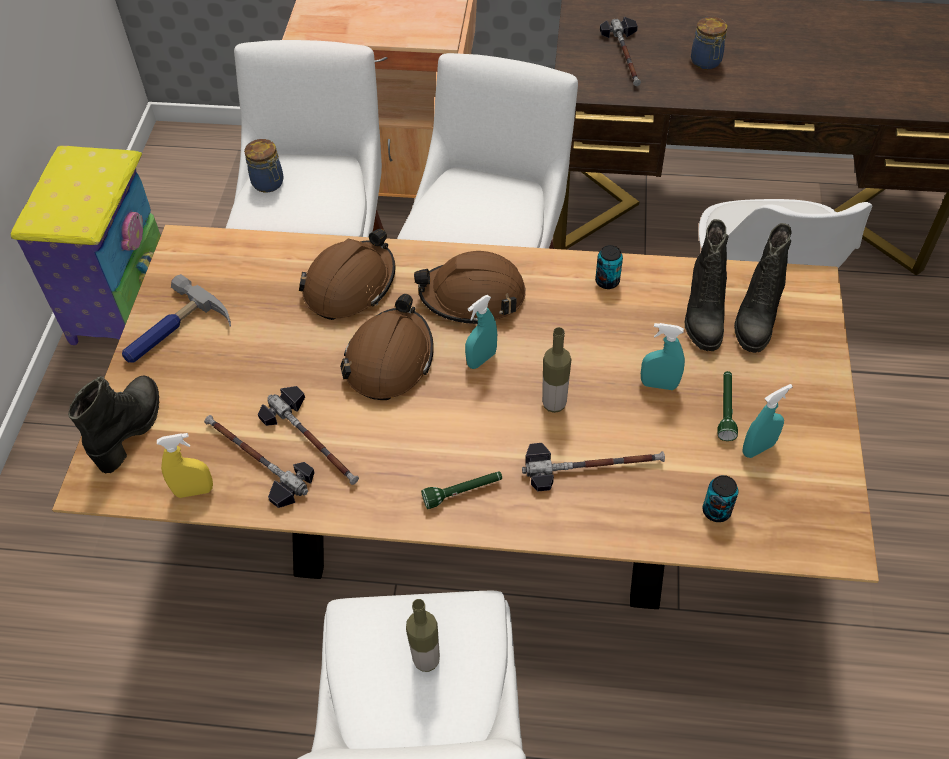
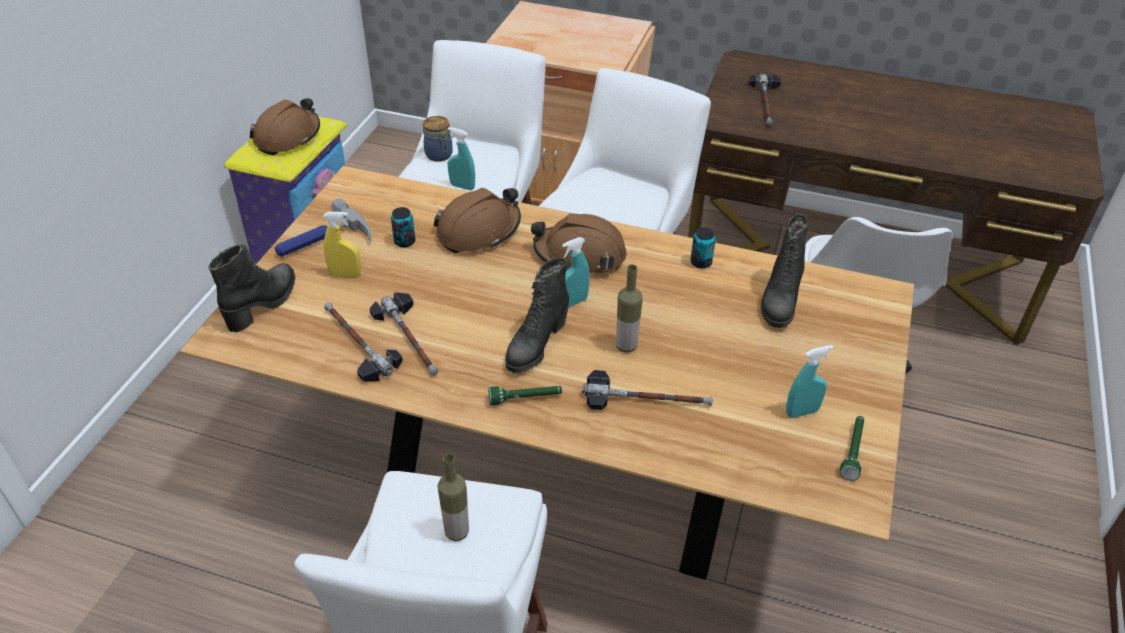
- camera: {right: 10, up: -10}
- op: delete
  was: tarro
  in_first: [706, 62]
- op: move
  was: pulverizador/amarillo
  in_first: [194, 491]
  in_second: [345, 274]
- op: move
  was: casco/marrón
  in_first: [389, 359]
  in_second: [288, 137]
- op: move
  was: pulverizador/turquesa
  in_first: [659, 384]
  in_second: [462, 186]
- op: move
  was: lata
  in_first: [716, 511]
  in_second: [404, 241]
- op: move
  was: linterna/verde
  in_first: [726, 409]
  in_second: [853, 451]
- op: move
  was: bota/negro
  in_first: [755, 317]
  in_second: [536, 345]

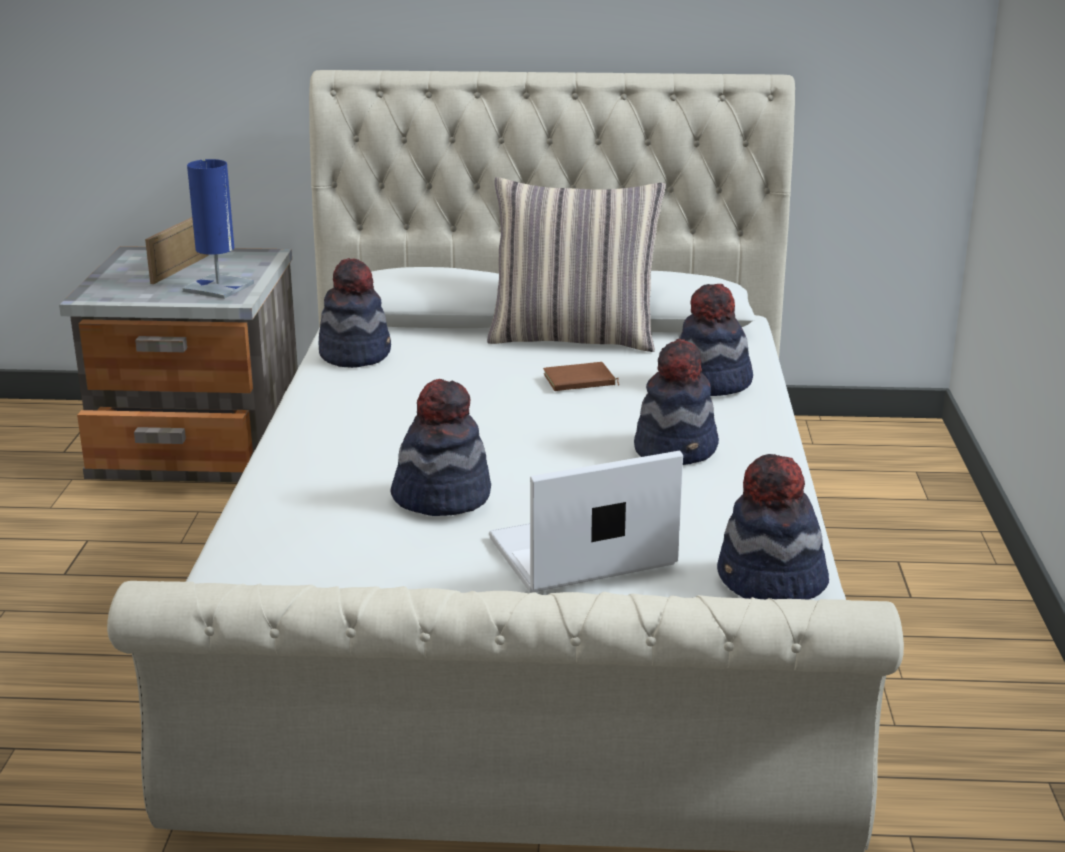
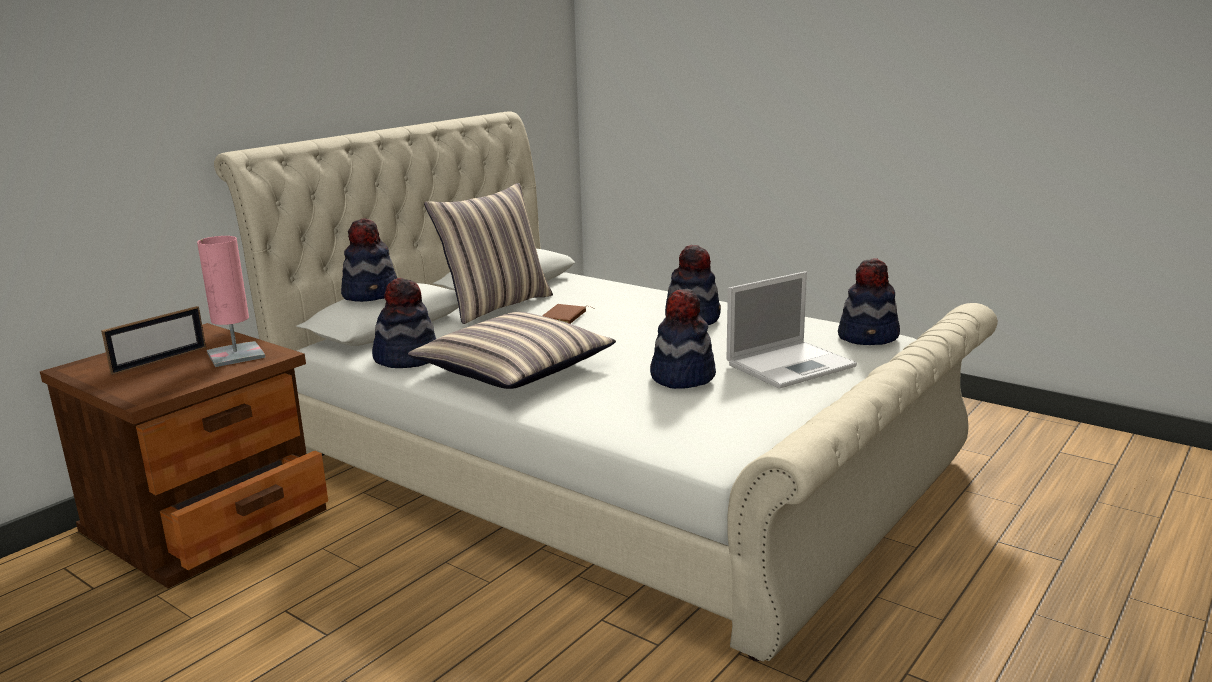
- camera: {right: -55, up: -5}
- op: insert
  now: cojín
  in_second: [514, 369]
- op: move
  was: sombrero
  in_first: [711, 384]
  in_second: [372, 294]
- op: recolor
  was: mesita de noche/gris
  now: mesita de noche/marrón
  in_first: [198, 447]
  in_second: [212, 522]
- op: recolor
  was: lámpara de mesa/azul
  now: lámpara de mesa/rosa
  in_first: [218, 287]
  in_second: [236, 355]
- op: rotate
  was: portarretratos
  in_first: [180, 269]
  in_second: [159, 360]
  clockwise: -105
- op: rotate
  was: portátil
  in_first: [578, 553]
  in_second: [792, 365]
  clockwise: -135

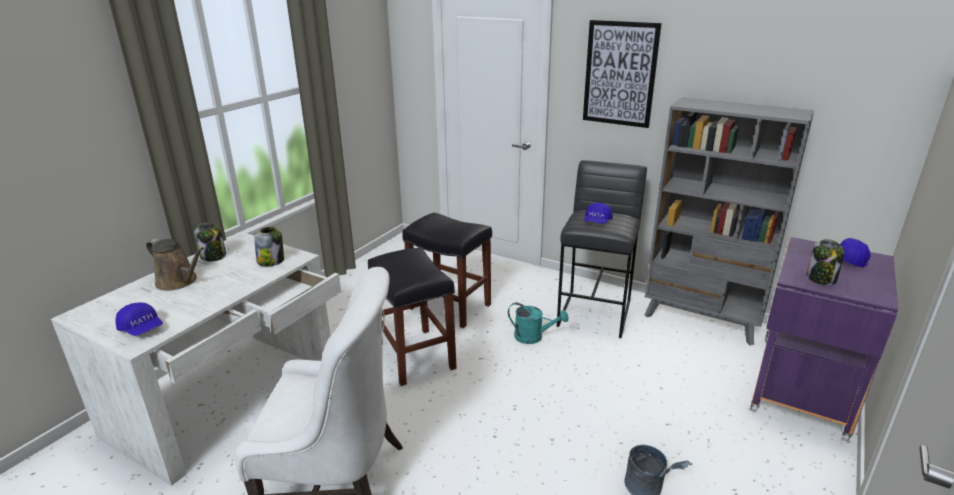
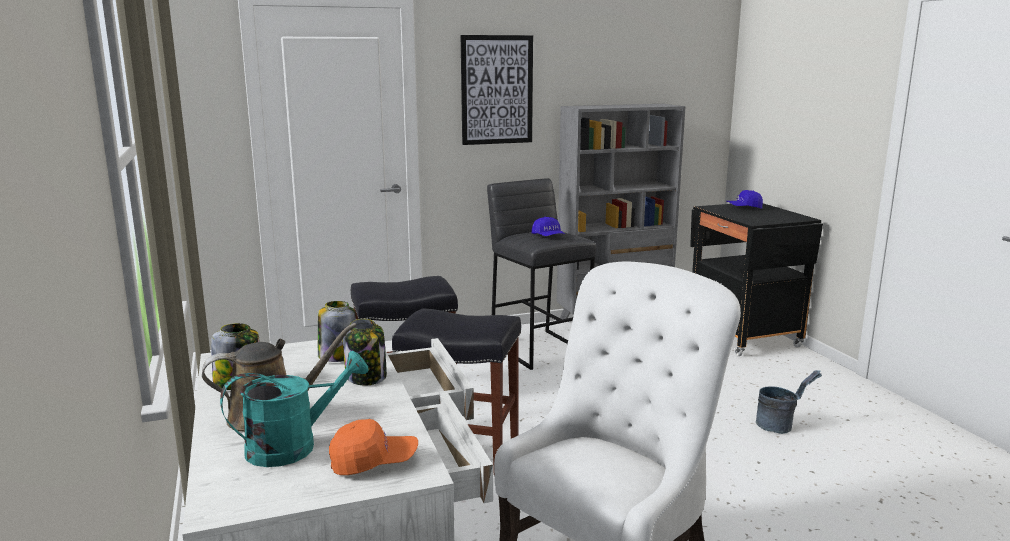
- camera: {right: -50, up: -10}
- op: move
  was: regadera/turquesa
  in_first: [533, 337]
  in_second: [294, 446]
- op: move
  was: tarro
  in_first: [821, 278]
  in_second: [366, 377]
- op: recolor
  was: gorra/azul
  now: gorra/naranja
  in_first: [142, 329]
  in_second: [373, 462]
- op: recolor
  was: carrito/morado
  now: carrito/negro
  in_first: [801, 398]
  in_second: [744, 338]

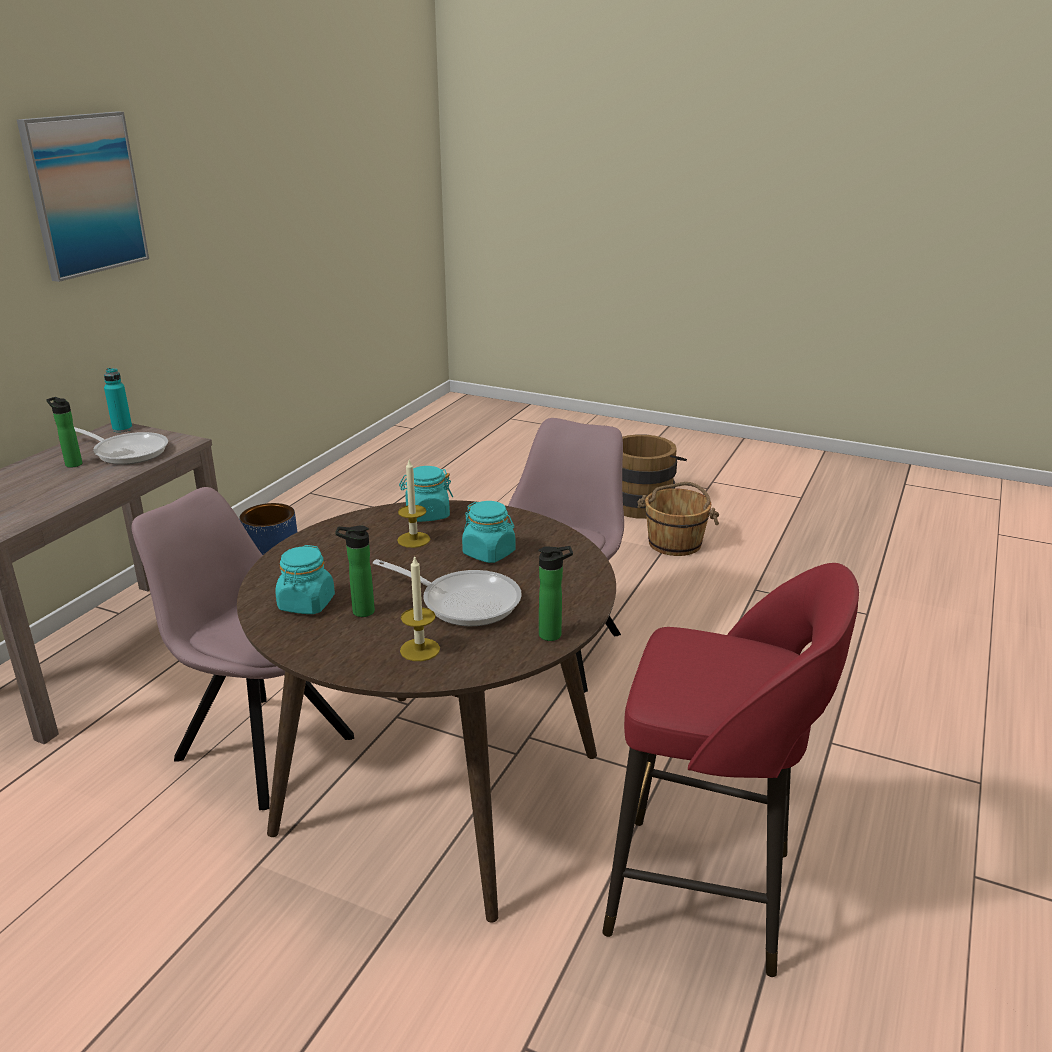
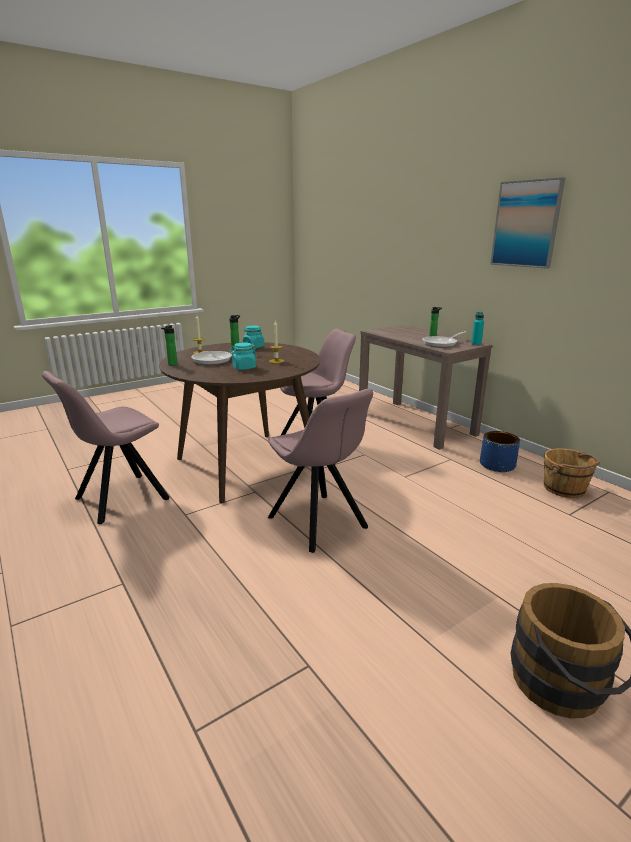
- camera: {right: 120, up: -5}
- op: delete
  was: tarro/turquesa
  in_first: [427, 514]
- op: move
  was: cubo/marrón
  in_first: [675, 543]
  in_second: [564, 488]
- op: replace
  was: taburete/rojo
  now: silla/rosa
  in_first: [706, 894]
  in_second: [121, 498]

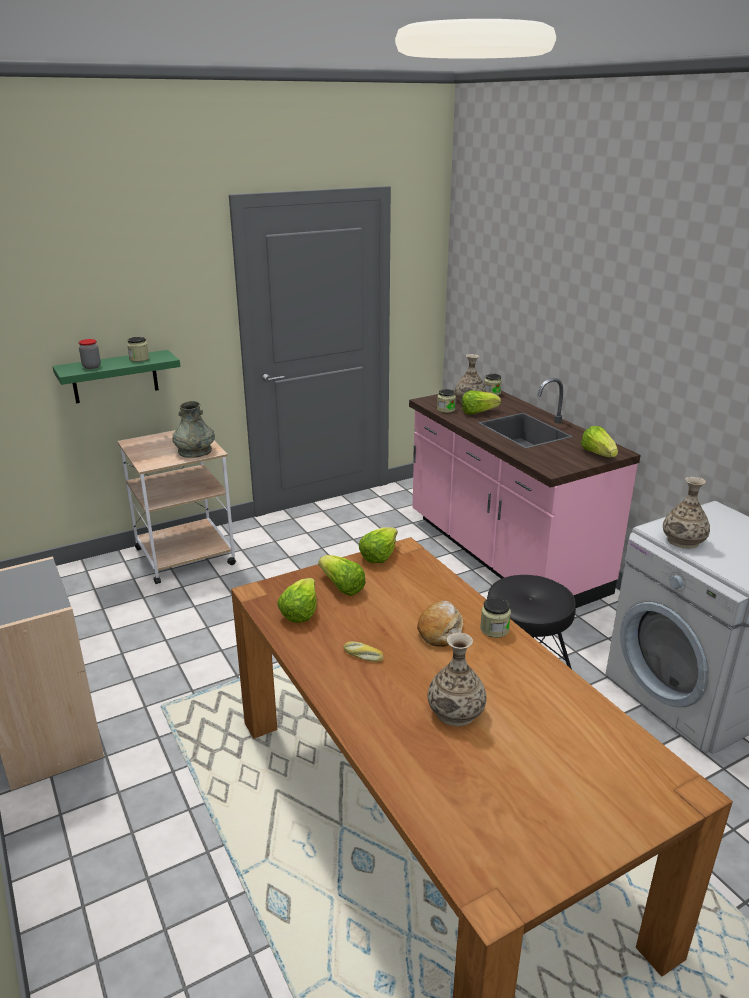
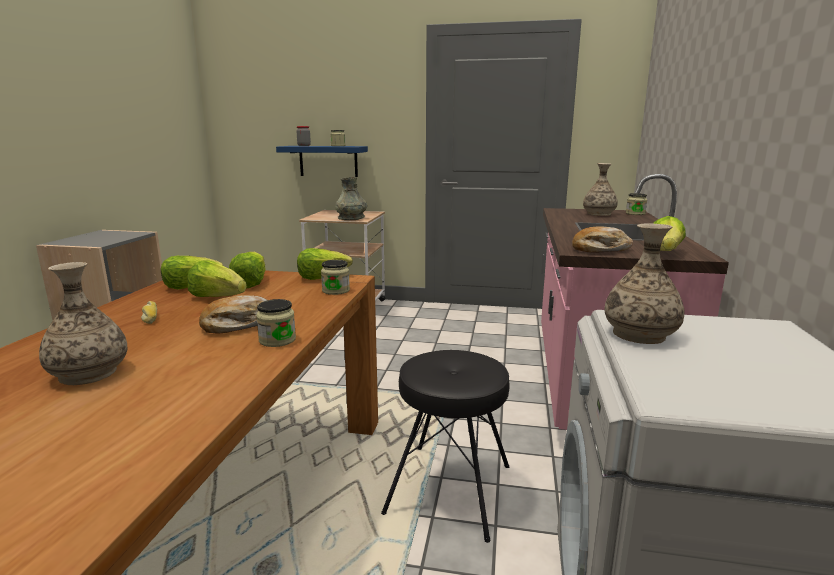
- camera: {right: 40, up: -10}
- op: insert
  now: pan
  in_second: [600, 249]
- op: move
  was: tarro
  in_first: [446, 410]
  in_second: [336, 290]
- op: move
  was: lechuga
  in_first: [478, 412]
  in_second: [217, 298]
- op: recolor
  was: estante/verde
  now: estante/azul
  in_first: [115, 377]
  in_second: [328, 161]

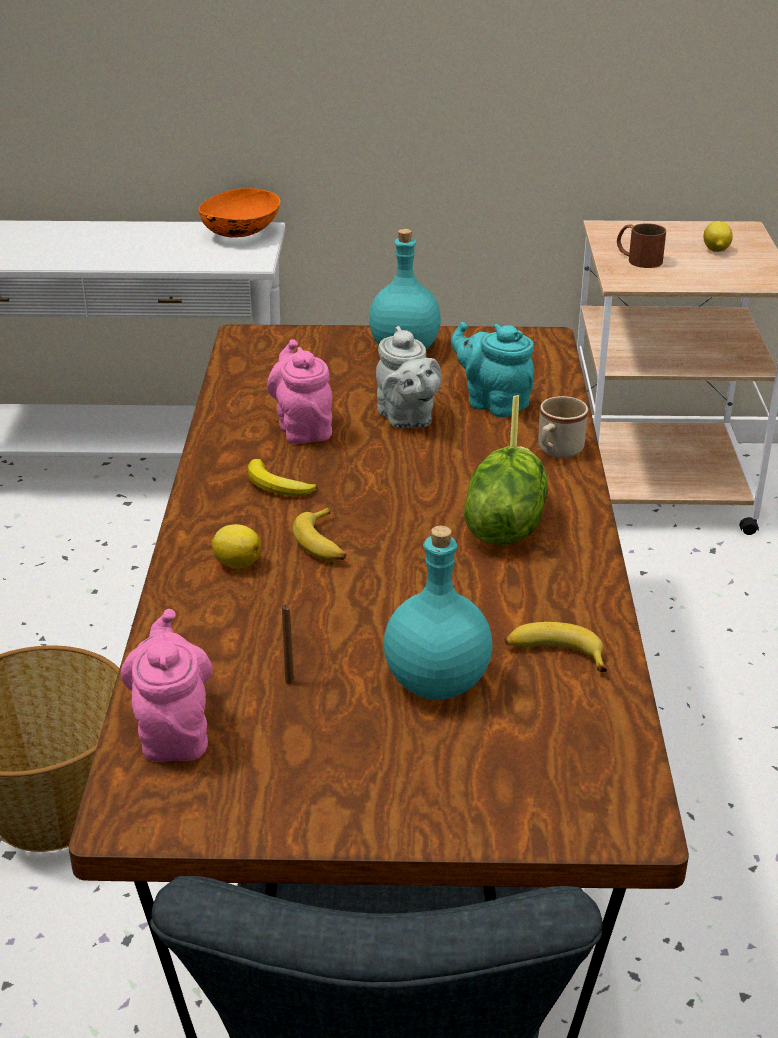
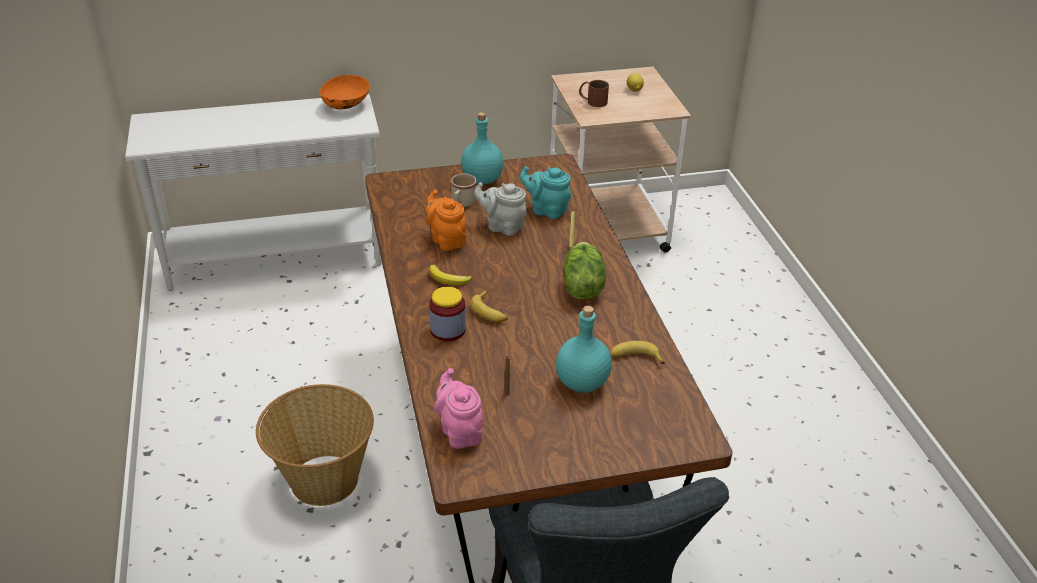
- camera: {right: -15, up: 5}
- op: move
  was: taza grande/beis
  in_first: [557, 451]
  in_second: [462, 203]
- op: replace
  was: limón
  now: tarro
  in_first: [236, 563]
  in_second: [448, 330]
- op: recolor
  was: tetera/rosa
  now: tetera/naranja
  in_first: [303, 428]
  in_second: [446, 240]
- op: rotate
  was: tetera/gris
  in_first: [407, 419]
  in_second: [502, 226]
  clockwise: 150

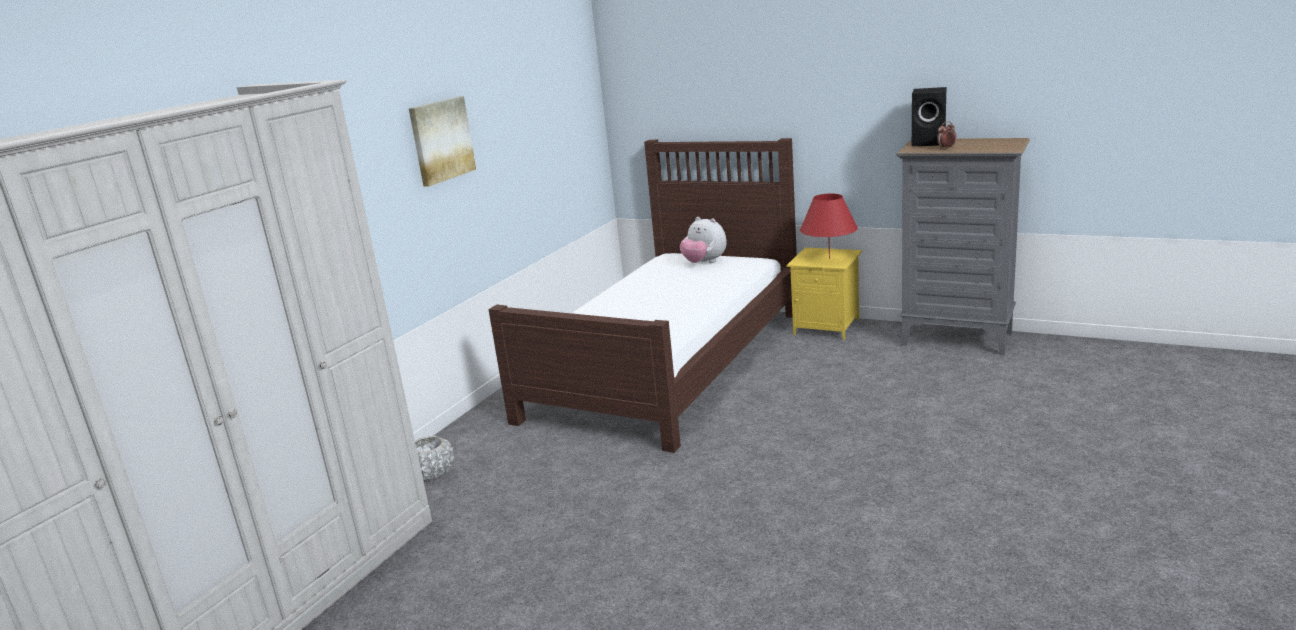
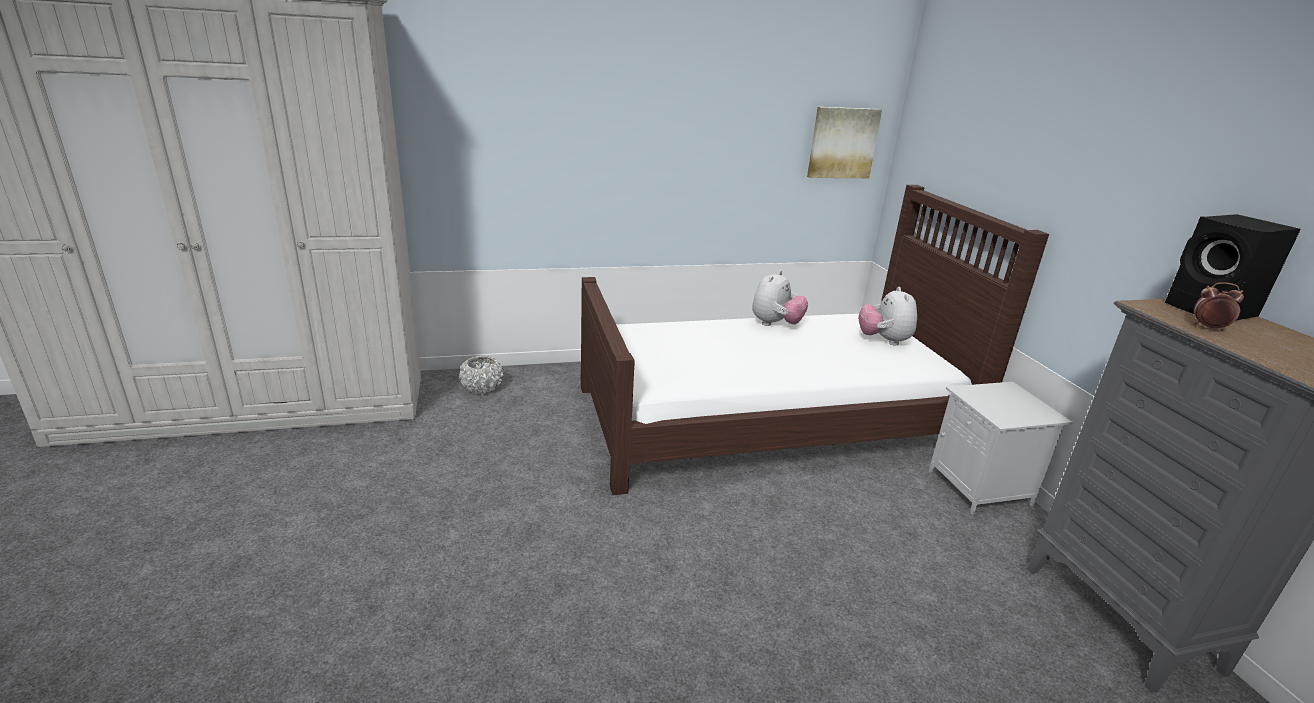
- camera: {right: 45, up: 5}
- op: delete
  was: lámpara de mesa/rojo
  in_first: [829, 258]
- op: insert
  now: peluche
  in_second: [775, 324]
- op: move
  was: cuadro
  in_first: [441, 140]
  in_second: [842, 143]
- op: recolor
  was: mesita de noche/amarillo
  now: mesita de noche/gris
  in_first: [828, 327]
  in_second: [982, 489]

